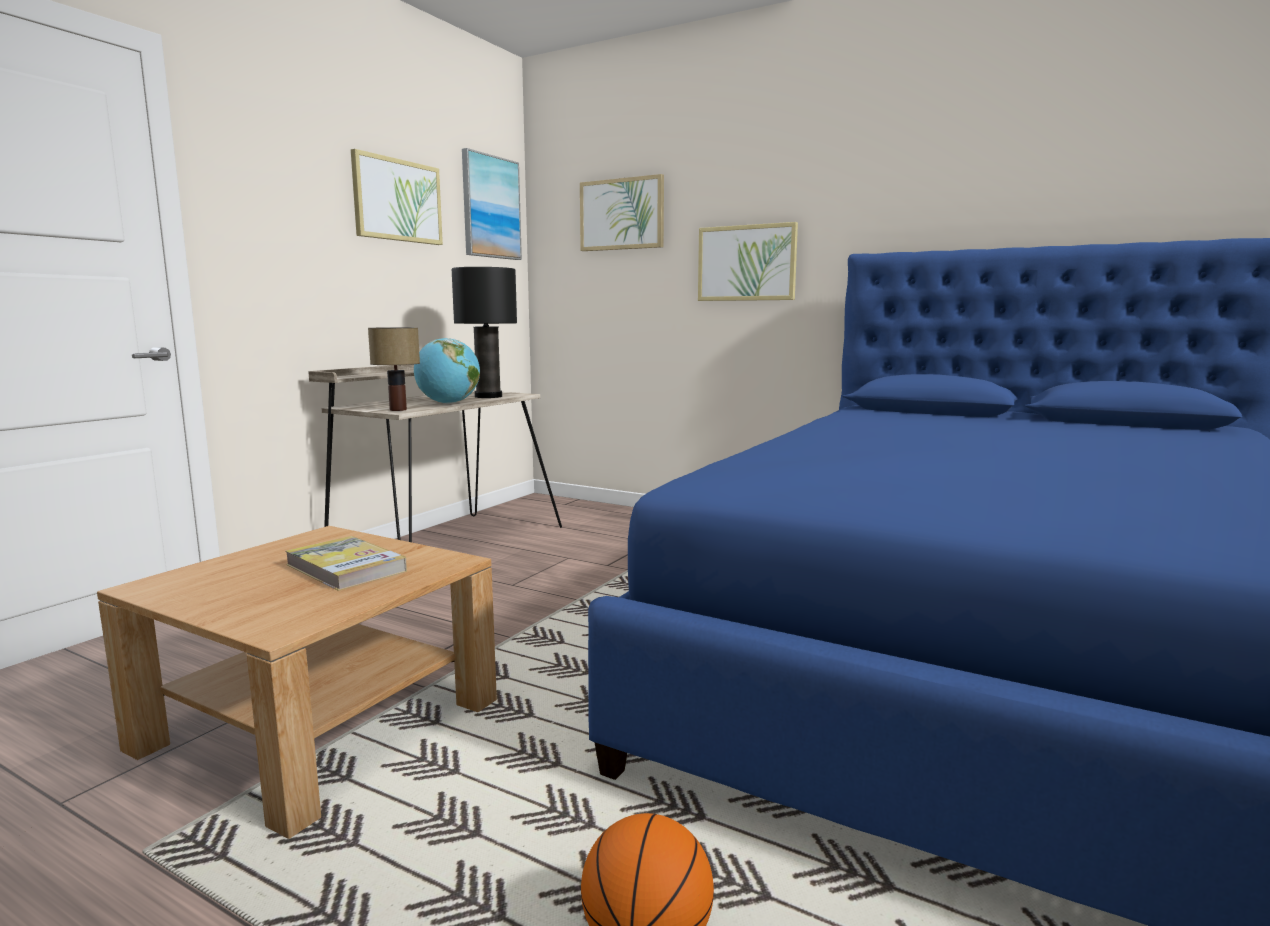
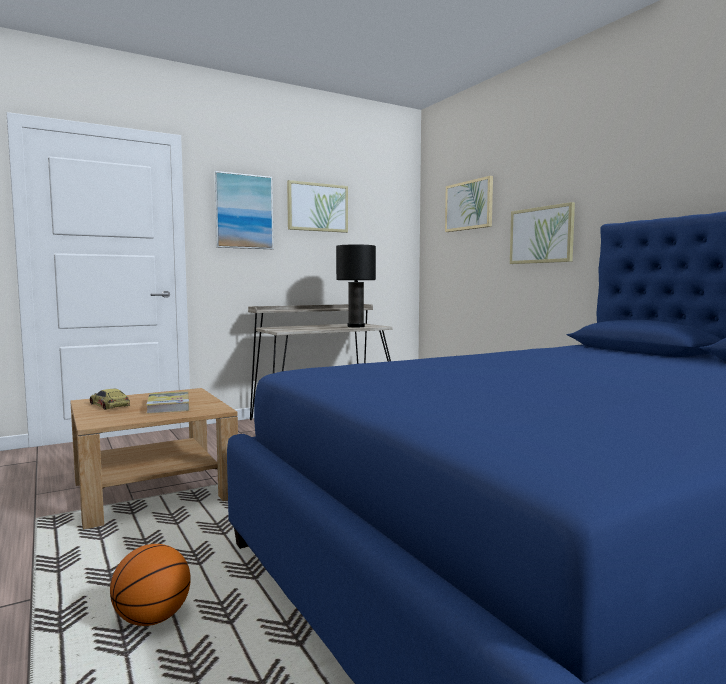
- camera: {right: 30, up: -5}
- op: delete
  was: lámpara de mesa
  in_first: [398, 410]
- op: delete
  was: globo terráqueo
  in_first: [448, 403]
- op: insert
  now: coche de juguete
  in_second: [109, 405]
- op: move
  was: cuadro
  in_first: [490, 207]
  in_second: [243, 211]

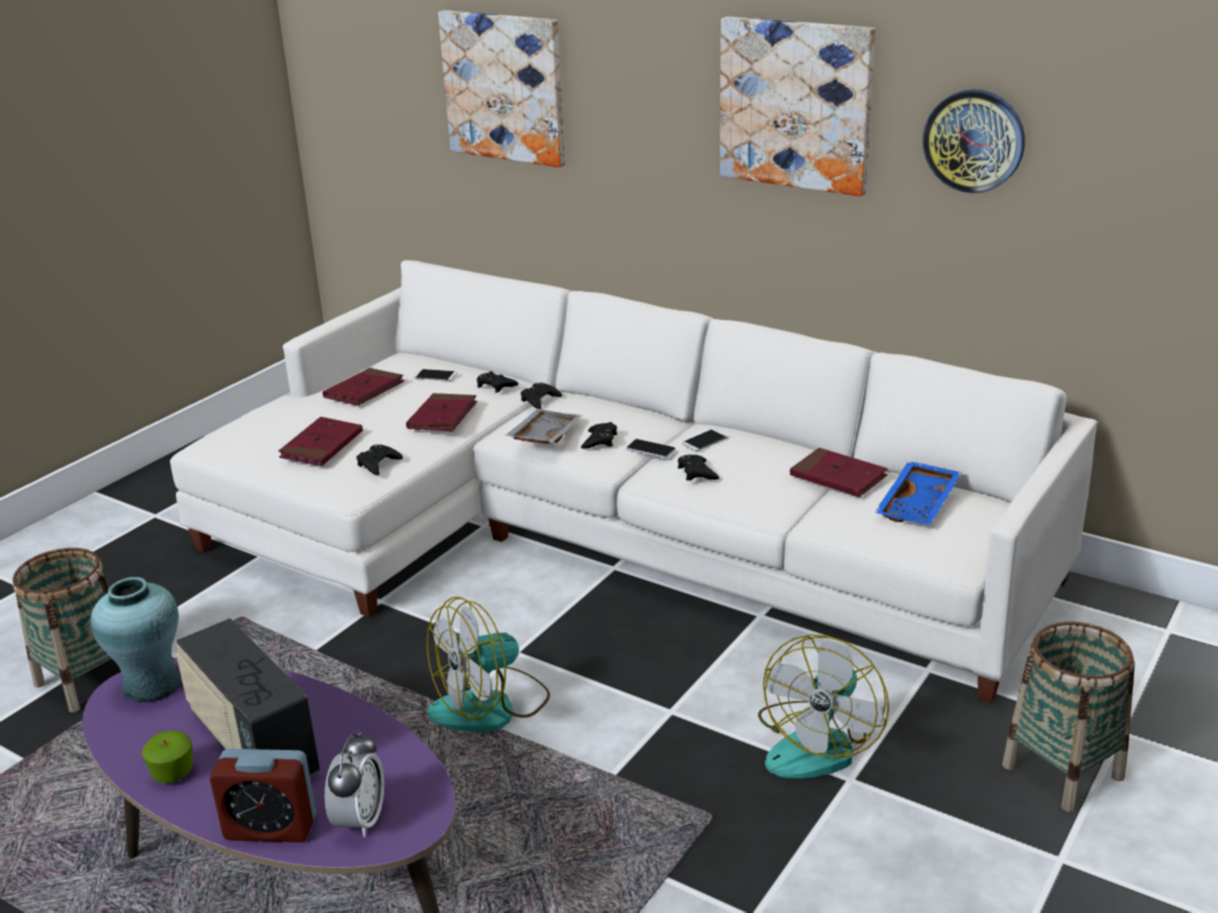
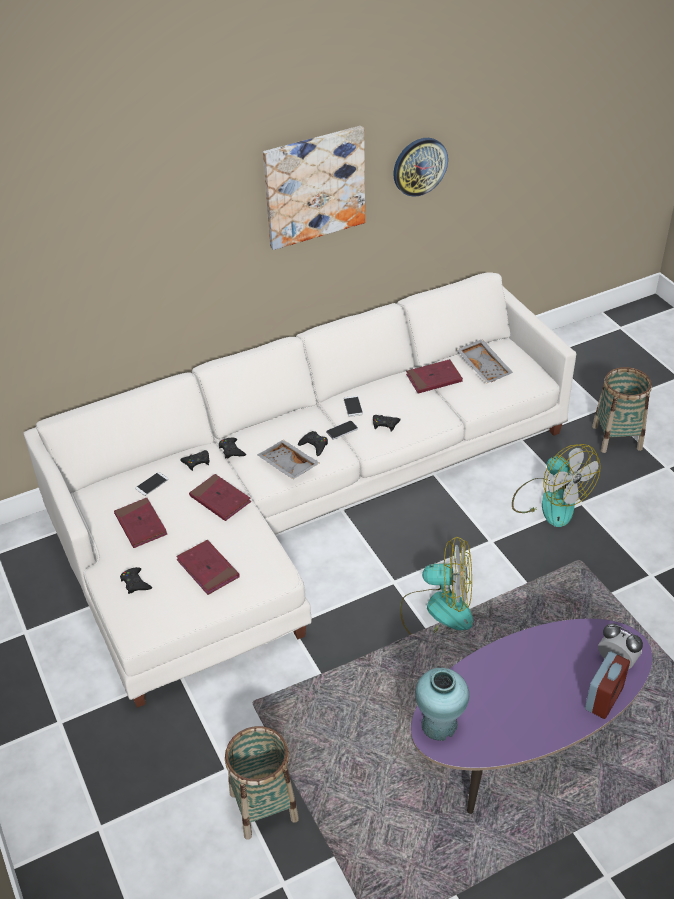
- camera: {right: -60, up: 15}
- op: delete
  was: manzana
  in_first: [173, 773]
- op: delete
  was: radio
  in_first: [252, 745]
- op: delete
  was: cuadro
  in_first: [505, 87]
- op: move
  was: mando de consola/negro
  in_first: [378, 464]
  in_second: [135, 583]
- op: recolor
  was: bandeja/azul
  now: bandeja/gris
  in_first: [919, 505]
  in_second: [484, 367]
- op: rotate
  was: ventilador
  in_first: [490, 707]
  in_second: [437, 610]
  clockwise: -75

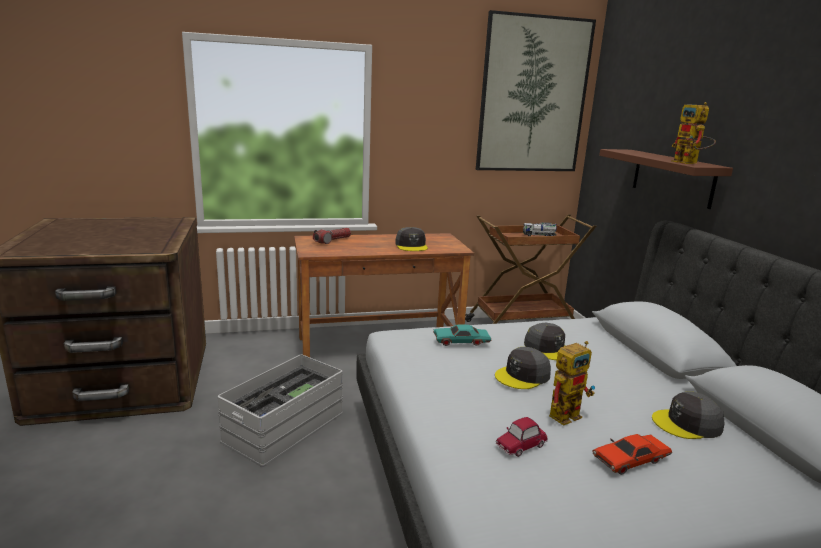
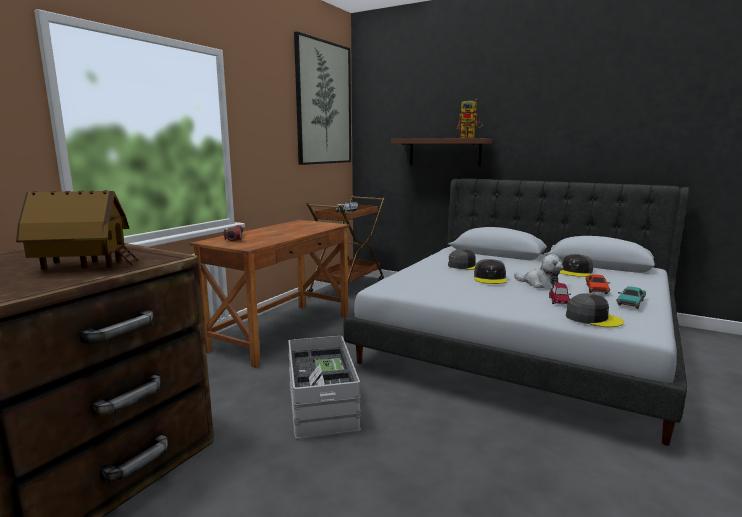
- camera: {right: -45, up: -5}
- op: insert
  now: casita
  in_second: [83, 266]
- op: move
  was: gorra/gris
  in_first: [411, 246]
  in_second: [592, 318]
- op: move
  was: coche de juguete/turquesa
  in_first: [461, 341]
  in_second: [631, 302]
- op: replace
  was: robot de juguete
  now: peluche
  in_first: [567, 413]
  in_second: [540, 284]

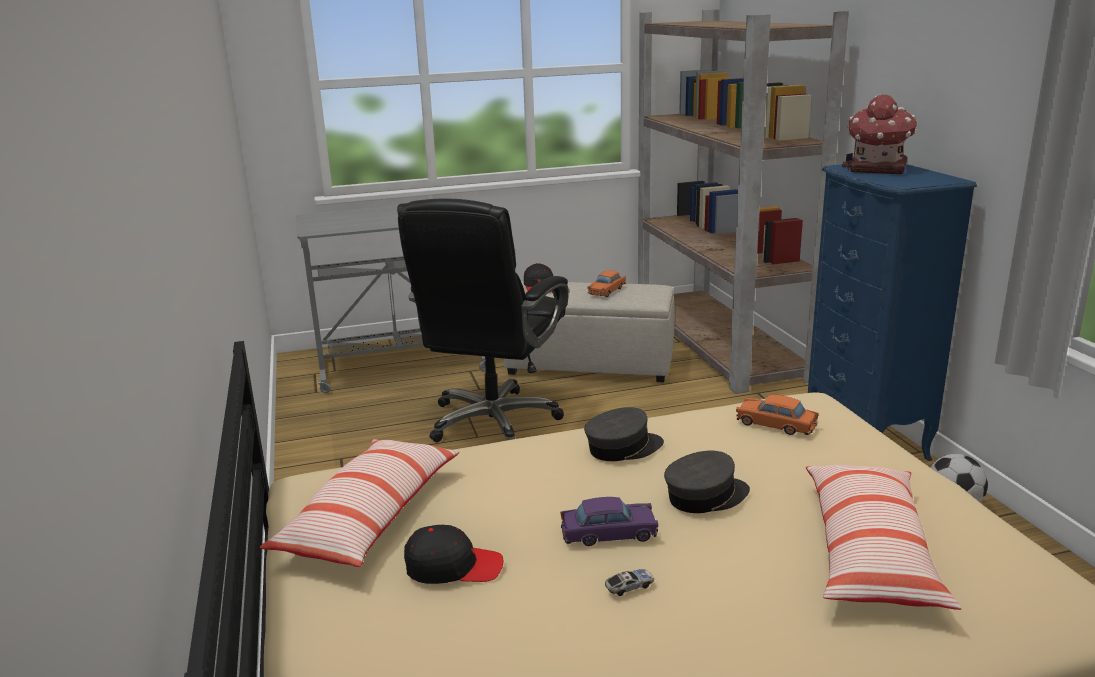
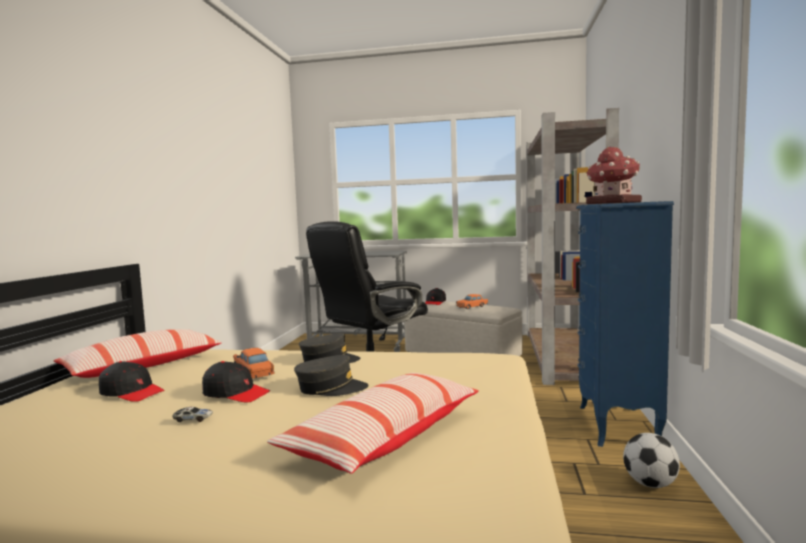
- camera: {right: 25, up: -15}
- op: move
  was: coche de juguete/naranja
  in_first: [775, 425]
  in_second: [253, 372]
- op: replace
  was: coche de juguete/morado
  now: gorra/negro
  in_first: [609, 533]
  in_second: [236, 393]

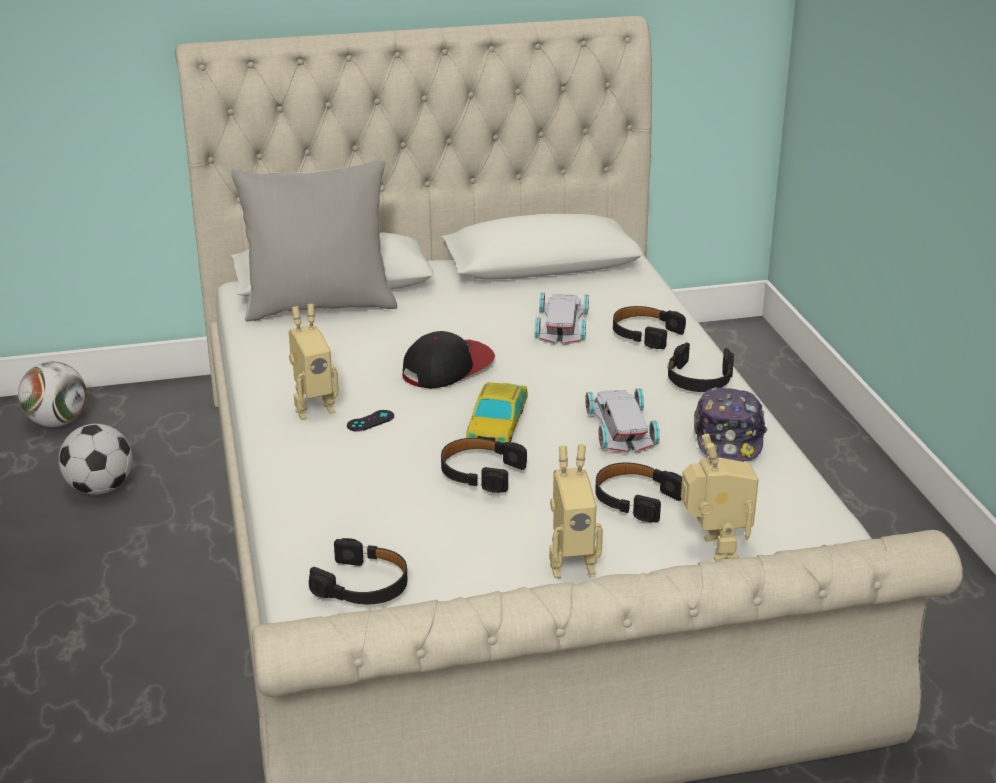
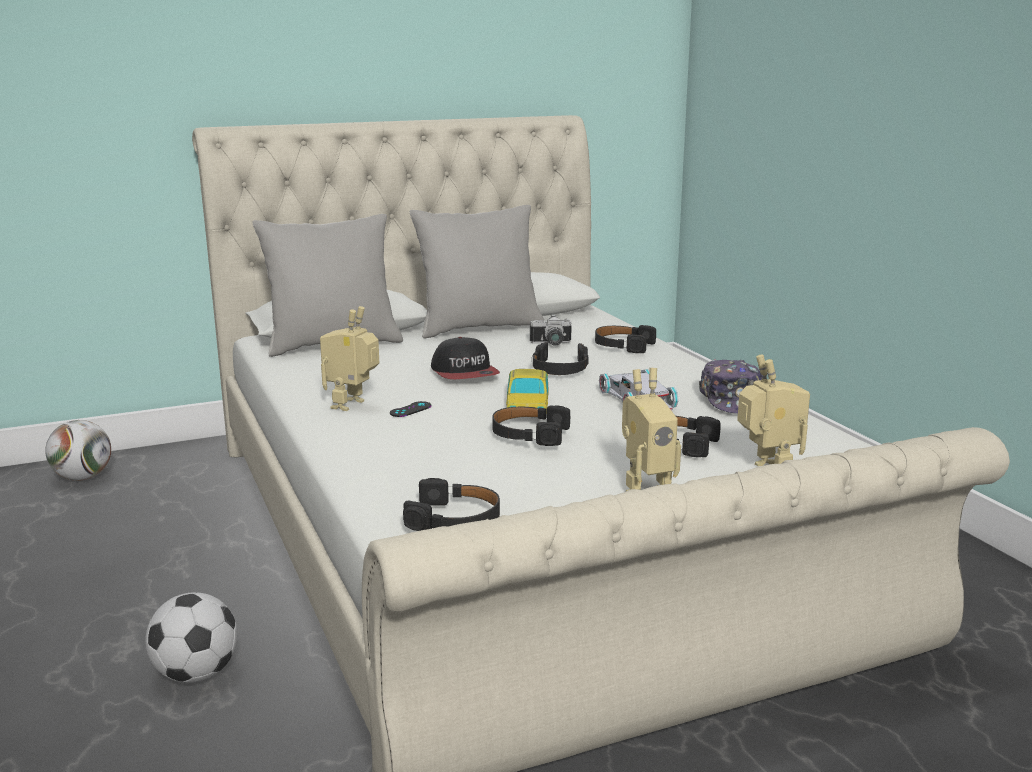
- camera: {right: -10, up: -10}
- op: insert
  now: cojín/gris
  in_second: [479, 328]
- op: move
  was: balón de fútbol
  in_first: [100, 489]
  in_second: [196, 674]
- op: move
  was: auriculares/negro
  in_first: [699, 379]
  in_second: [559, 369]
- op: replace
  was: coche de juguete/blanco
  now: cámara
  in_first: [563, 324]
  in_second: [551, 344]
- op: rotate
  was: robot de juguete
  in_first: [313, 408]
  in_second: [353, 405]
  clockwise: 150
- op: rotate
  was: gorra
  in_first: [447, 368]
  in_second: [465, 373]
  clockwise: 120

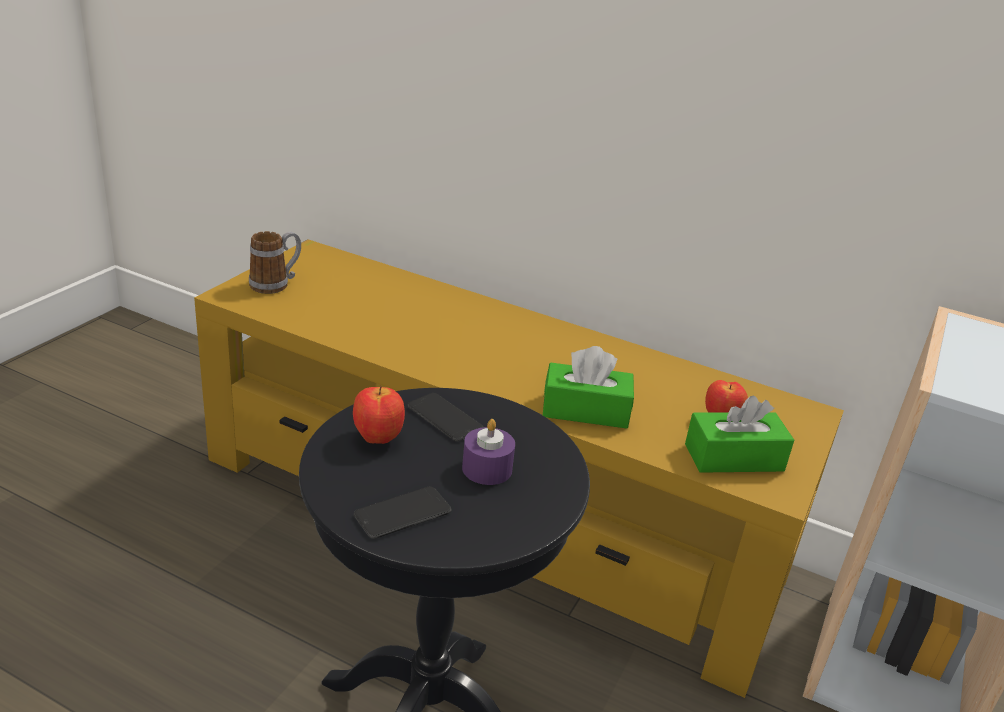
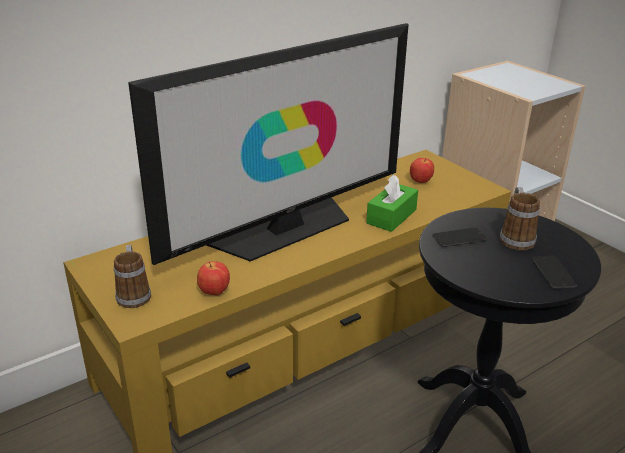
- camera: {right: -60, up: 0}
- op: delete
  was: caja de pañuelos/verde
  in_first: [734, 457]
- op: insert
  now: televisor
  in_second: [285, 229]
- op: move
  was: manzana
  in_first: [377, 438]
  in_second: [214, 292]
- op: replace
  was: vela/morado
  now: taza grande
  in_first: [487, 469]
  in_second: [515, 238]

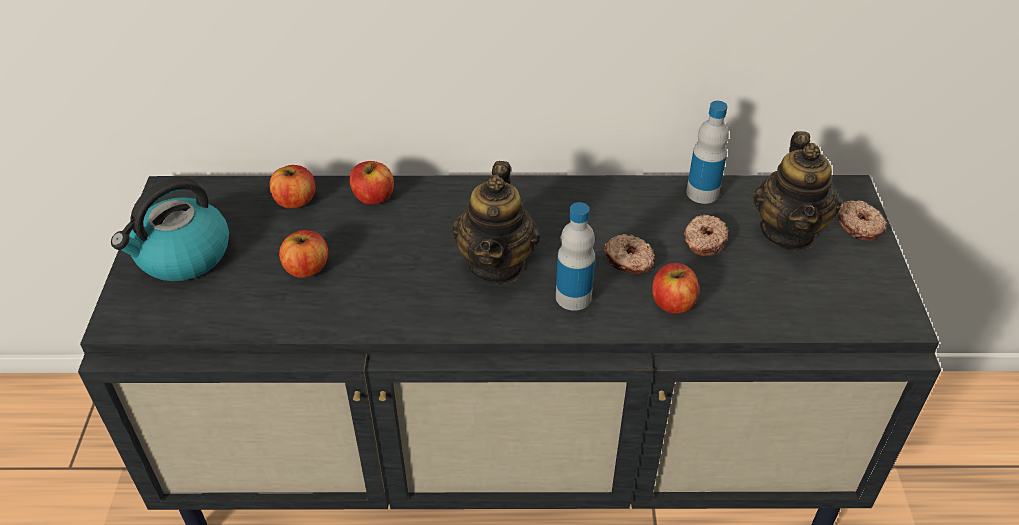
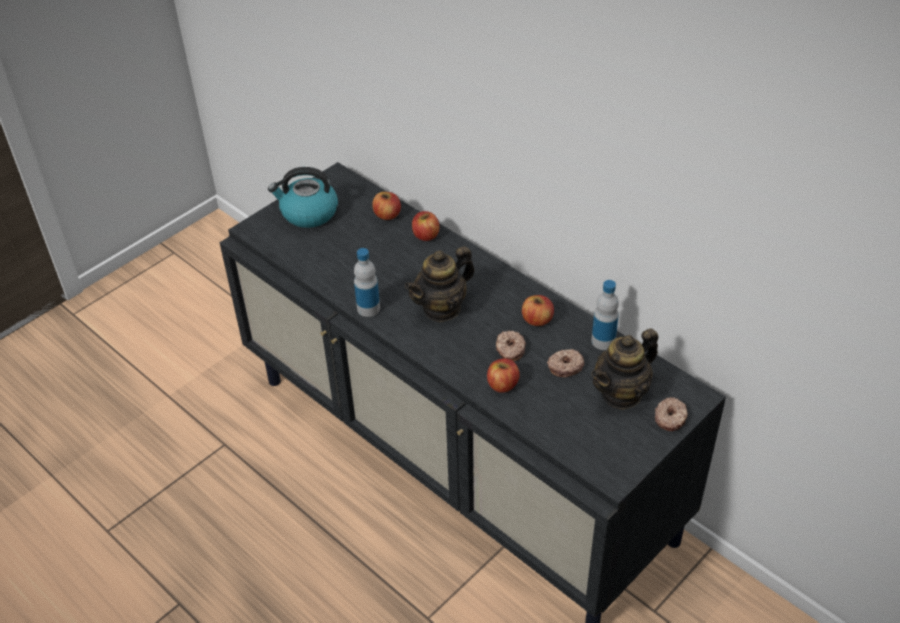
- camera: {right: 45, up: 0}
- op: move
  was: manzana
  in_first: [306, 268]
  in_second: [537, 320]
- op: move
  was: botella
  in_first: [573, 297]
  in_second: [368, 308]

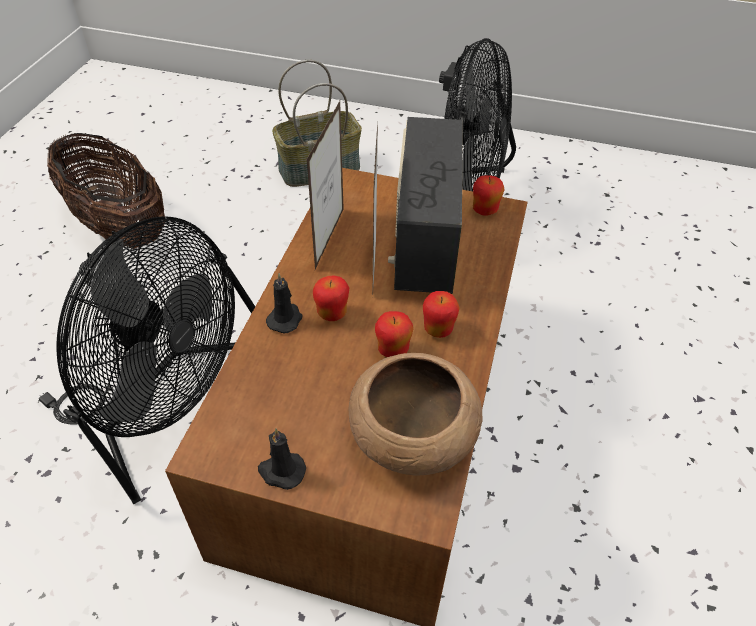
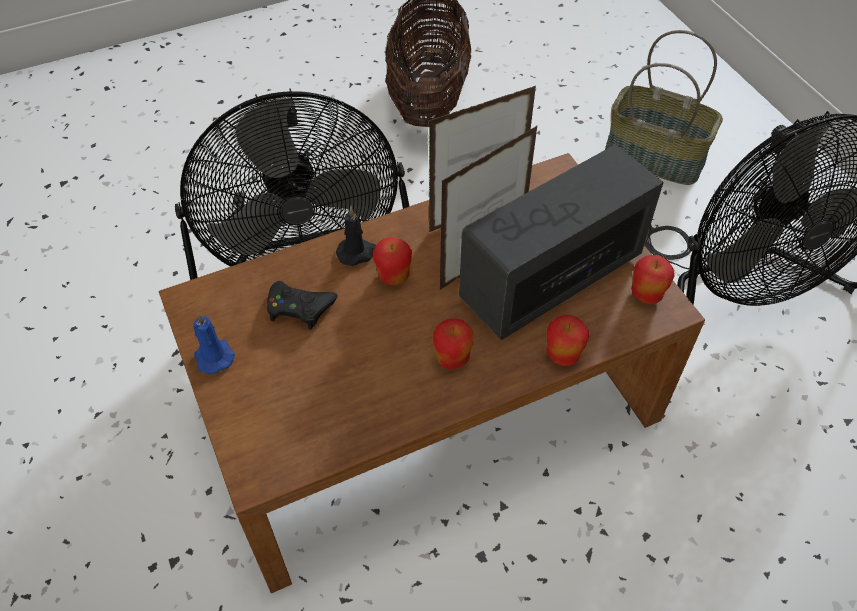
- camera: {right: 50, up: 5}
- op: delete
  was: cuenco/marrón
  in_first: [412, 438]
- op: insert
  now: mando de consola/negro
  in_second: [299, 308]
- op: move
  was: manzana
  in_first: [392, 350]
  in_second: [562, 355]
- op: recolor
  was: vela/negro
  now: vela/azul
  in_first: [281, 471]
  in_second: [213, 355]

